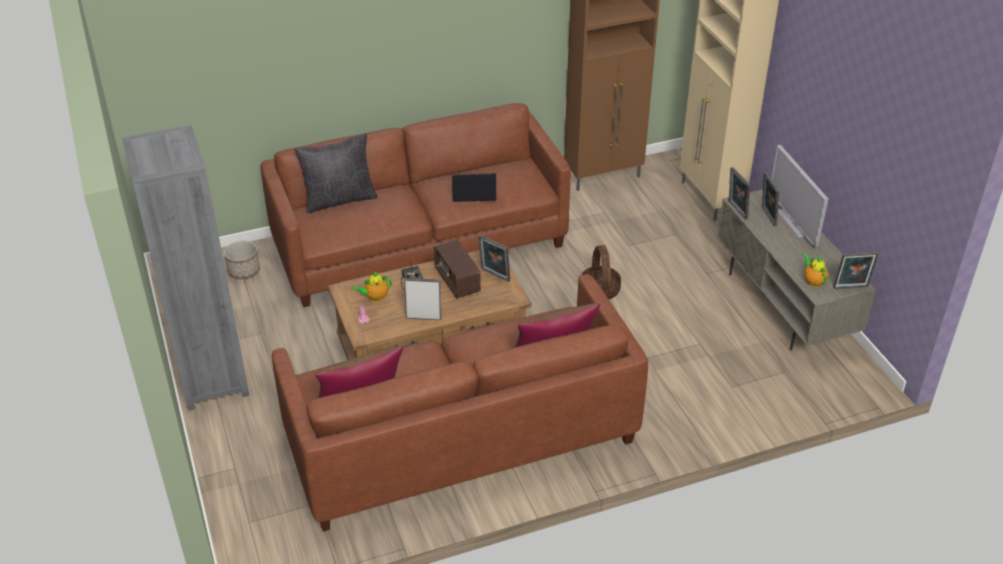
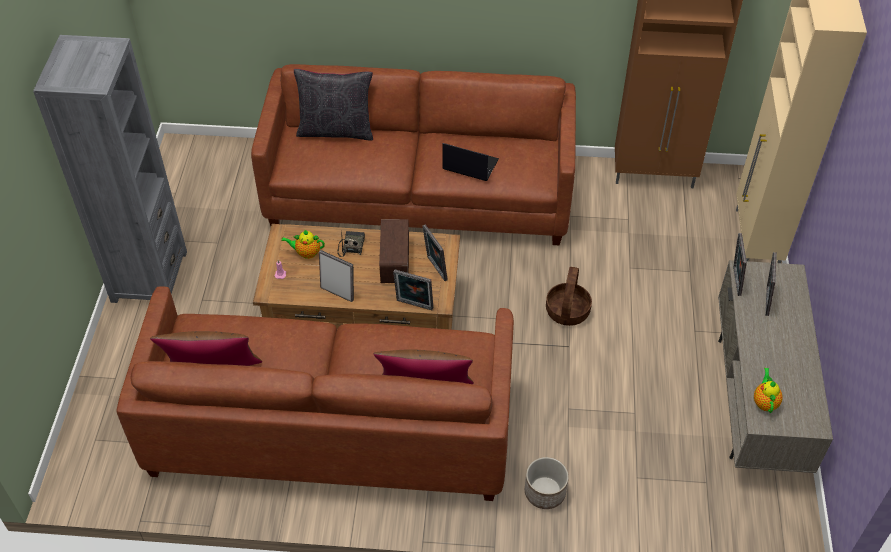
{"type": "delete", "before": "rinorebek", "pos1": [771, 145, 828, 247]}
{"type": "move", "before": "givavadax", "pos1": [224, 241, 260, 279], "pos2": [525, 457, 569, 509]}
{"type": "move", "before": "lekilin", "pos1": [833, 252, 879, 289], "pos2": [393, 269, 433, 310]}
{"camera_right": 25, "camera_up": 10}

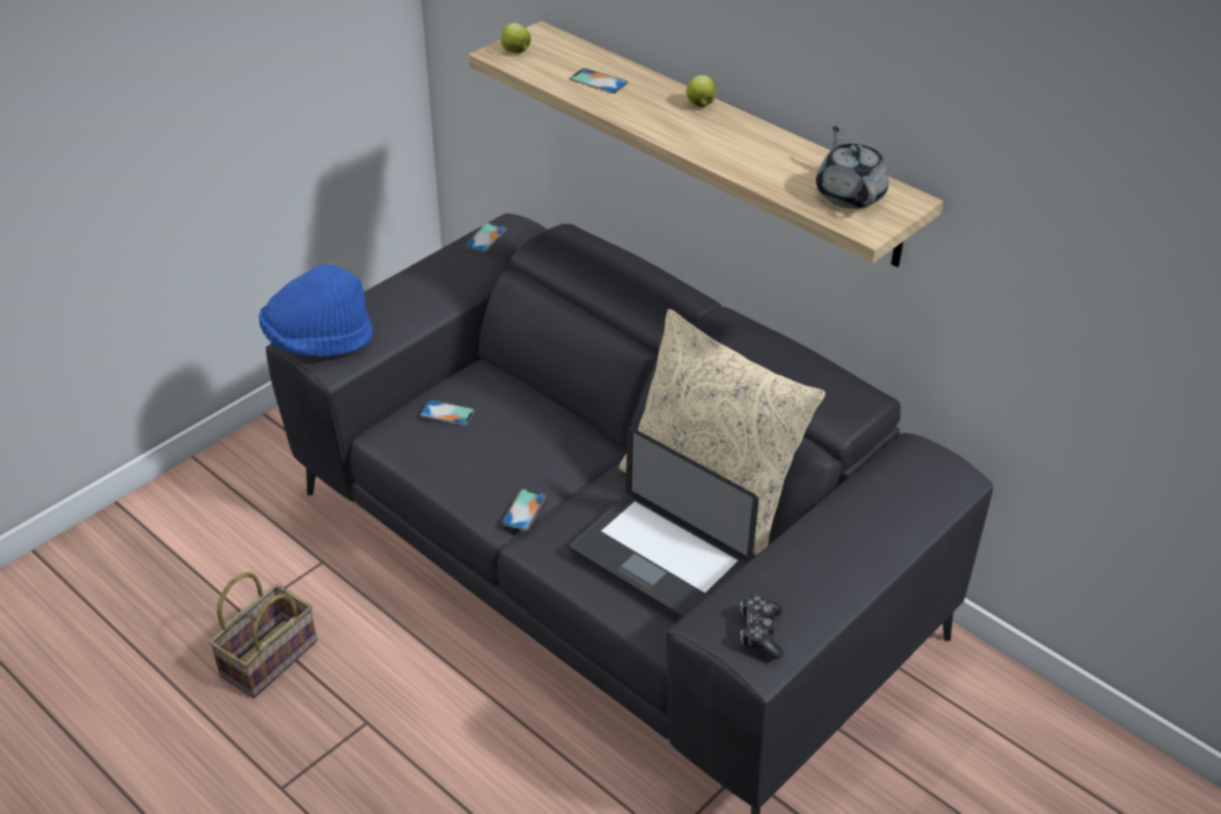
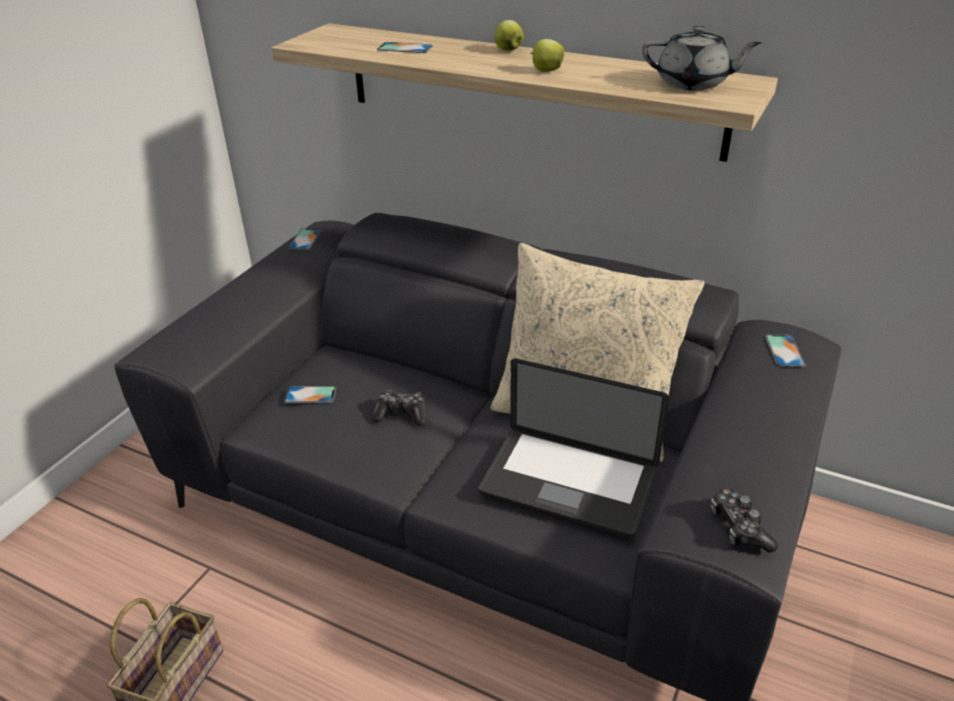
{"type": "delete", "before": "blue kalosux", "pos1": [259, 264, 373, 357]}
{"type": "insert", "after": "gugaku", "pos2": [372, 390, 427, 425]}
{"type": "move", "before": "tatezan", "pos1": [501, 23, 531, 53], "pos2": [531, 39, 565, 72]}
{"type": "move", "before": "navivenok", "pos1": [502, 489, 546, 530], "pos2": [765, 334, 806, 367]}
{"type": "rotate", "before": "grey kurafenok", "pos1": [816, 126, 889, 209], "pos2": [642, 26, 762, 90], "turn": 135}
{"camera_right": -15, "camera_up": -5}

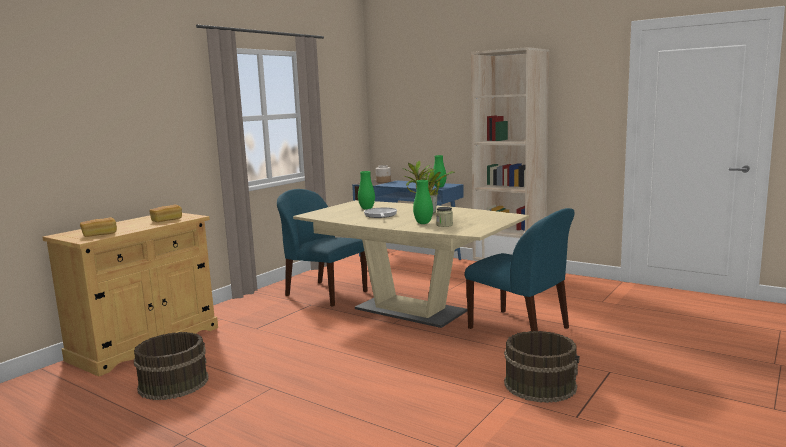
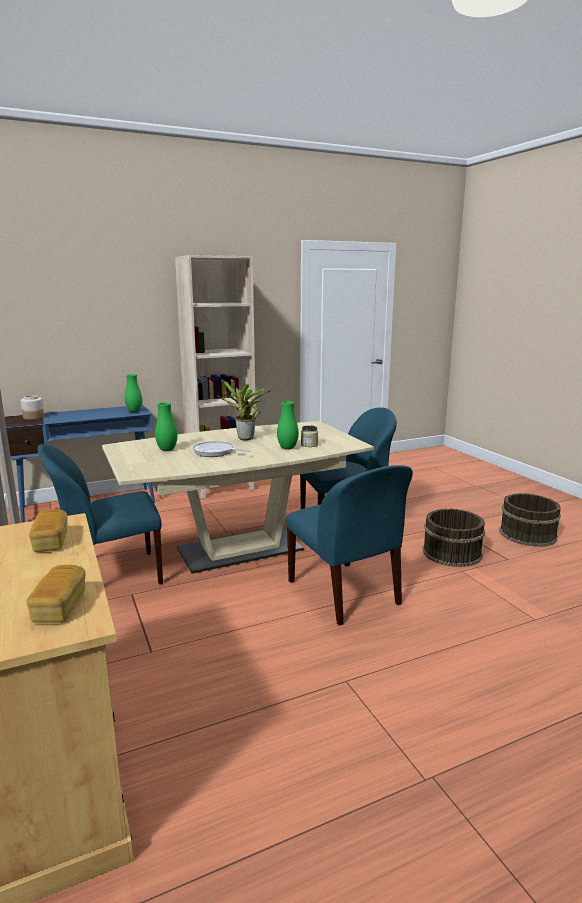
{"type": "insert", "after": "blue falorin", "pos2": [285, 465, 413, 626]}
{"type": "move", "before": "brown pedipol", "pos1": [134, 332, 208, 400], "pos2": [499, 493, 561, 547]}
{"camera_right": -60, "camera_up": 5}

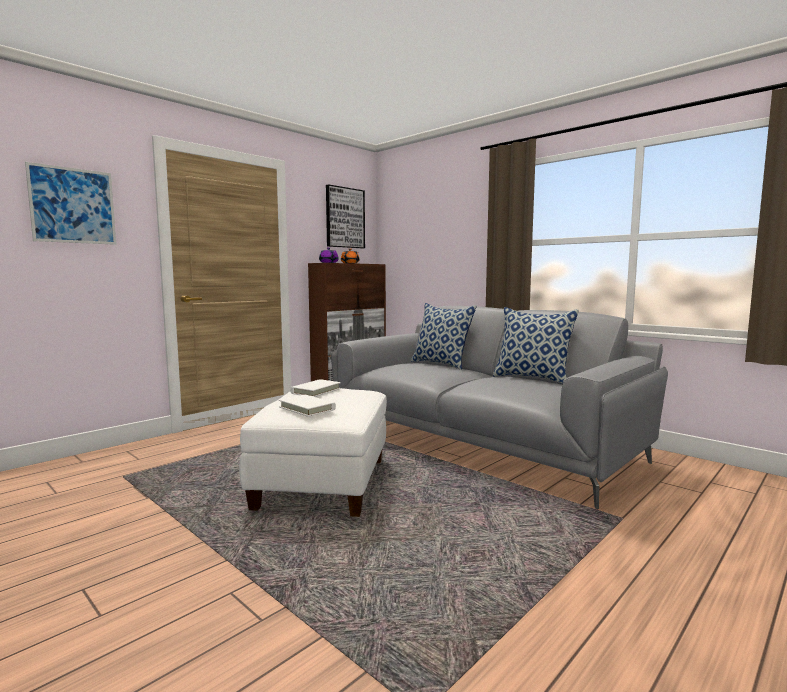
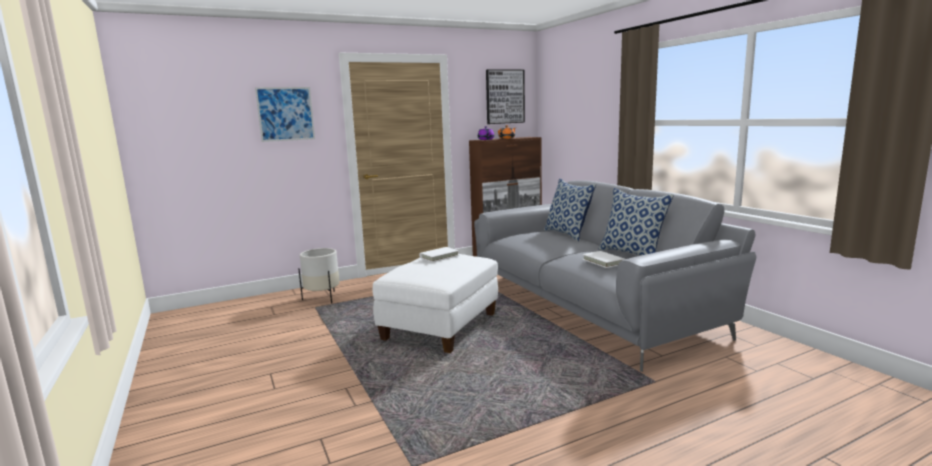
{"type": "insert", "after": "white givavadax", "pos2": [298, 248, 340, 303]}
{"type": "move", "before": "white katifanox", "pos1": [279, 395, 336, 417], "pos2": [582, 251, 625, 268]}
{"camera_right": 20, "camera_up": 5}

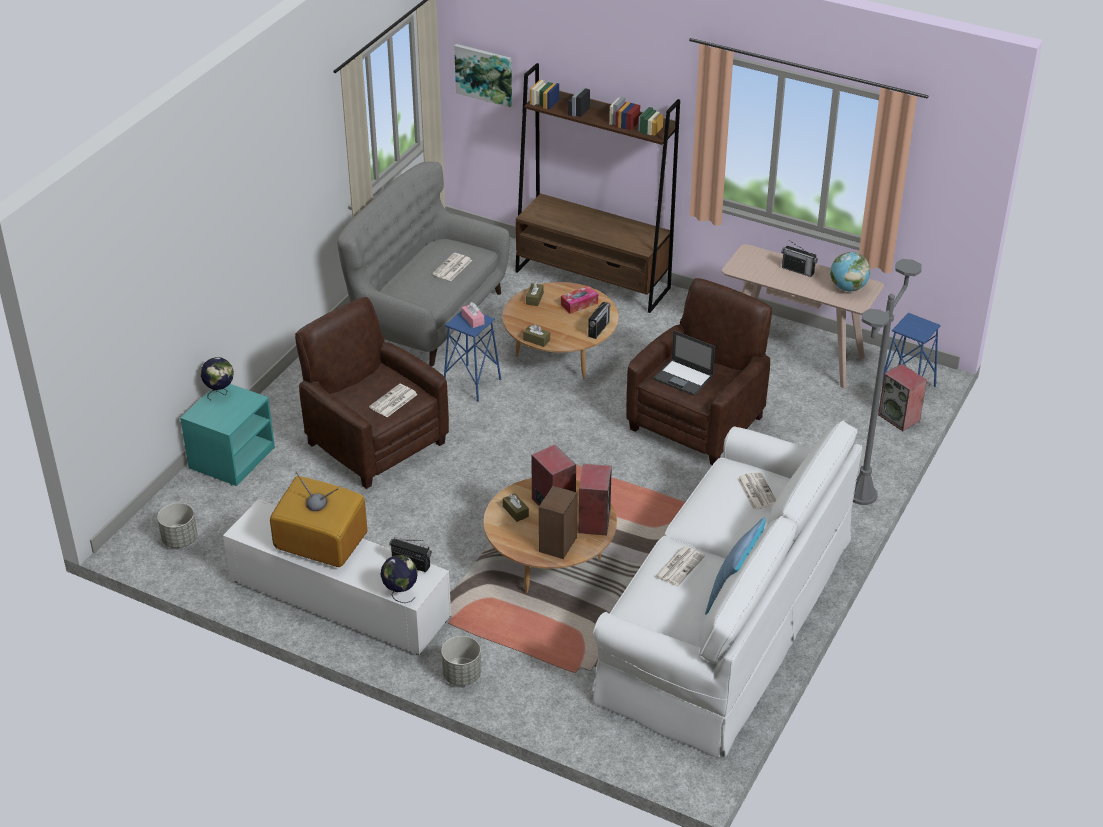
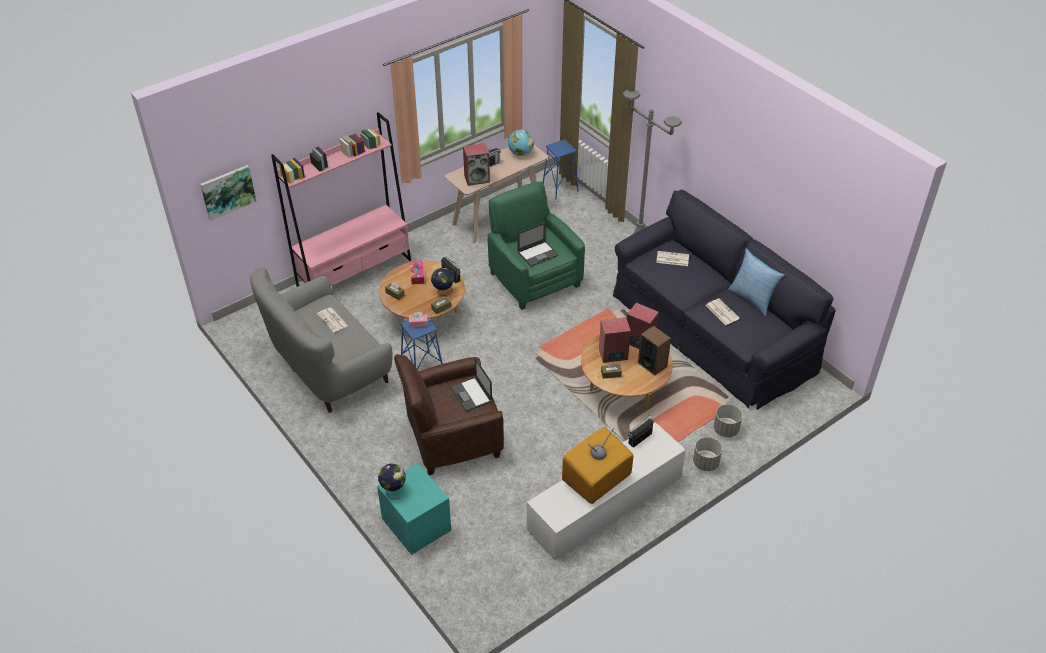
{"type": "move", "before": "grey givavadax", "pos1": [157, 503, 197, 548], "pos2": [714, 404, 743, 437]}
{"type": "move", "before": "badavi", "pos1": [380, 555, 418, 603], "pos2": [431, 268, 454, 296]}
{"type": "move", "before": "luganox", "pos1": [878, 364, 927, 431], "pos2": [463, 143, 490, 186]}
{"type": "replace", "before": "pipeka", "after": "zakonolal", "pos1": [369, 384, 418, 417], "pos2": [450, 358, 493, 412]}
{"type": "recolor", "before": "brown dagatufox", "after": "pink dagatufox", "pos1": [515, 63, 680, 313], "pos2": [271, 112, 411, 287]}
{"type": "recolor", "before": "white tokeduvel", "after": "black tokeduvel", "pos1": [591, 420, 862, 758], "pos2": [613, 190, 835, 410]}
{"type": "recolor", "before": "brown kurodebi", "after": "green kurodebi", "pos1": [626, 278, 772, 465], "pos2": [488, 181, 585, 310]}
{"camera_right": -65, "camera_up": 5}

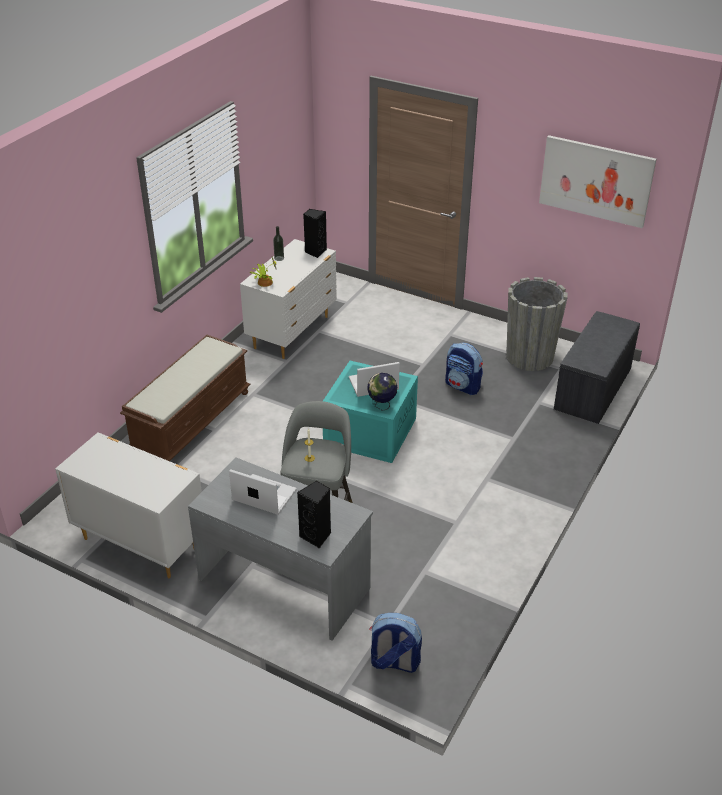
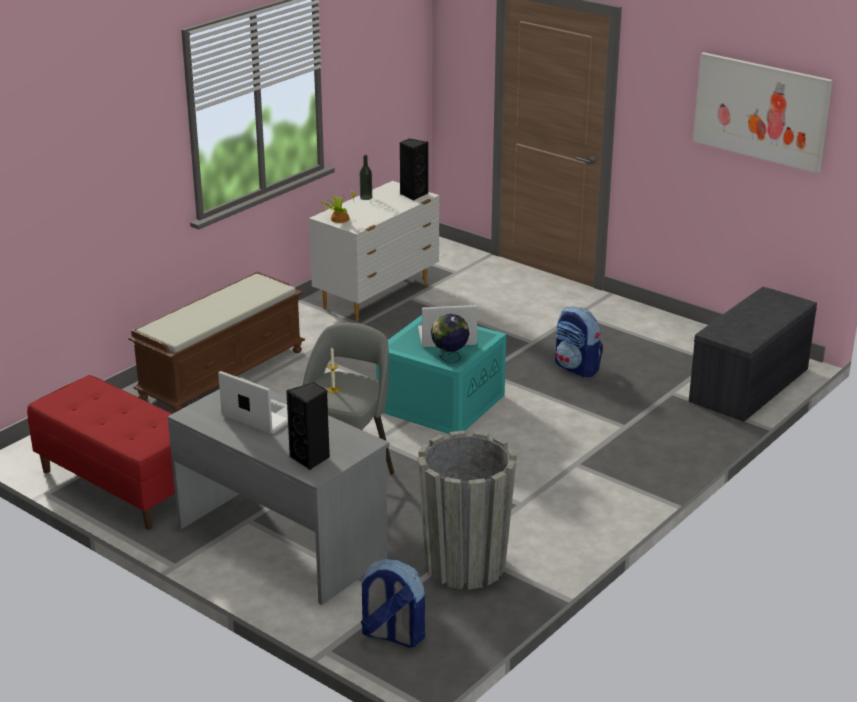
{"type": "move", "before": "grey givavadax", "pos1": [506, 277, 568, 371], "pos2": [417, 431, 517, 590]}
{"type": "replace", "before": "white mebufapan", "after": "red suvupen", "pos1": [55, 432, 202, 579], "pos2": [27, 375, 175, 530]}
{"camera_right": 10, "camera_up": -10}

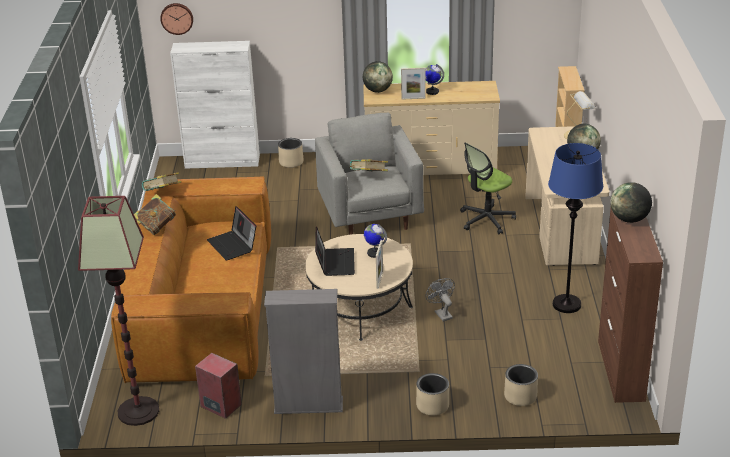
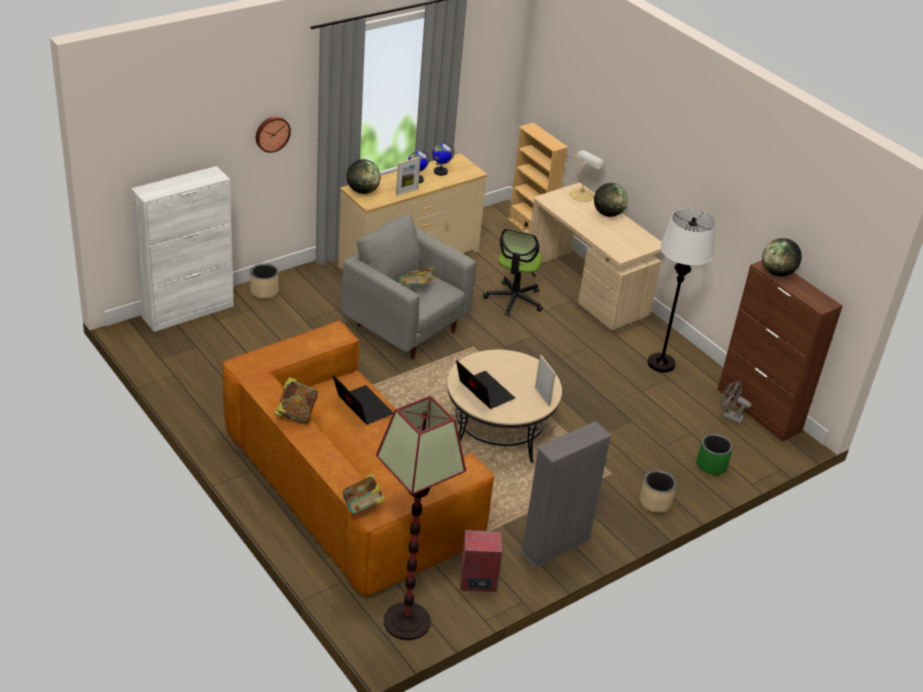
{"type": "move", "before": "katifanox", "pos1": [142, 172, 181, 191], "pos2": [343, 473, 386, 514]}
{"type": "move", "before": "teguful", "pos1": [160, 3, 193, 35], "pos2": [256, 117, 291, 153]}
{"type": "move", "before": "badavi", "pos1": [364, 224, 387, 258], "pos2": [432, 143, 455, 176]}
{"type": "move", "before": "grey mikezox", "pos1": [426, 278, 455, 322], "pos2": [721, 381, 752, 424]}
{"type": "recolor", "before": "beige givavadax", "after": "green givavadax", "pos1": [504, 364, 538, 406], "pos2": [697, 434, 733, 475]}
{"type": "recolor", "before": "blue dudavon", "after": "white dudavon", "pos1": [548, 143, 603, 313], "pos2": [647, 209, 716, 373]}
{"type": "rotate", "before": "zakonolal", "pos1": [207, 206, 256, 261], "pos2": [332, 375, 393, 424], "turn": -150}
{"camera_right": -40, "camera_up": 5}

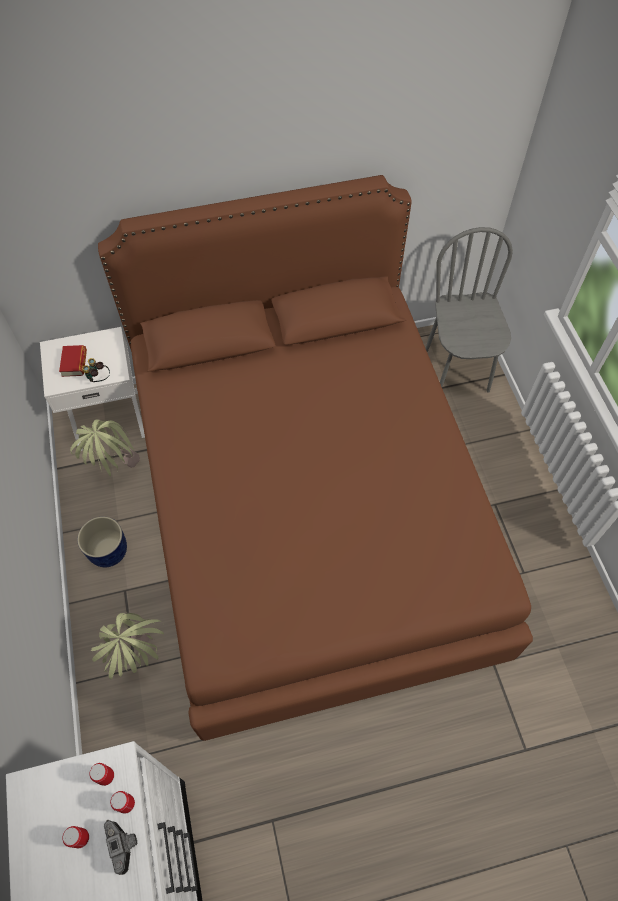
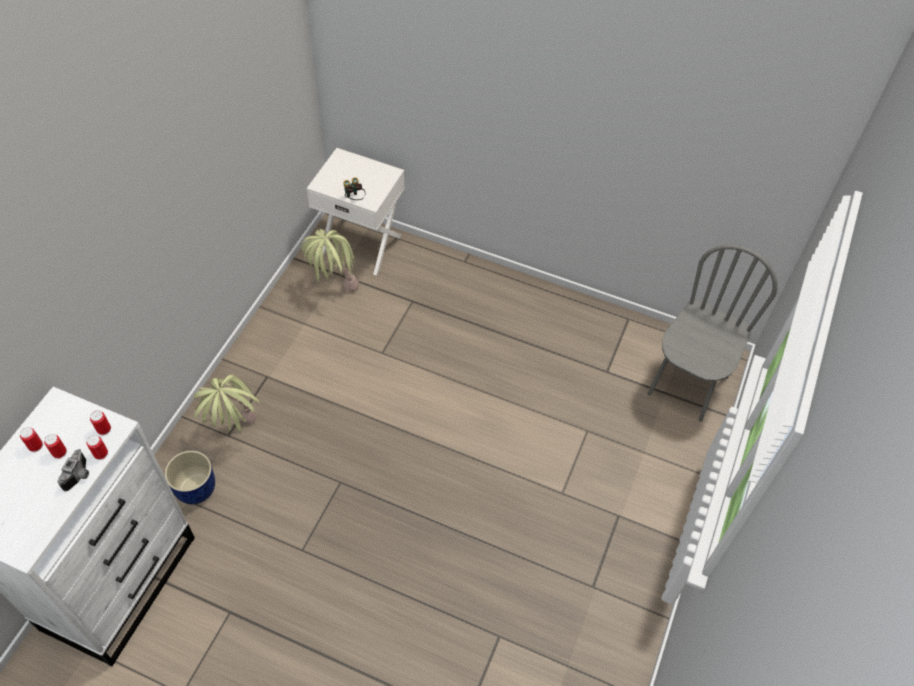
{"type": "delete", "before": "katifanox", "pos1": [59, 345, 87, 377]}
{"type": "delete", "before": "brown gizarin", "pos1": [98, 175, 533, 741]}
{"type": "insert", "after": "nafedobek", "pos2": [20, 427, 43, 452]}
{"type": "move", "before": "blue givavadax", "pos1": [77, 517, 127, 567], "pos2": [165, 451, 215, 504]}
{"camera_right": 35, "camera_up": -5}

